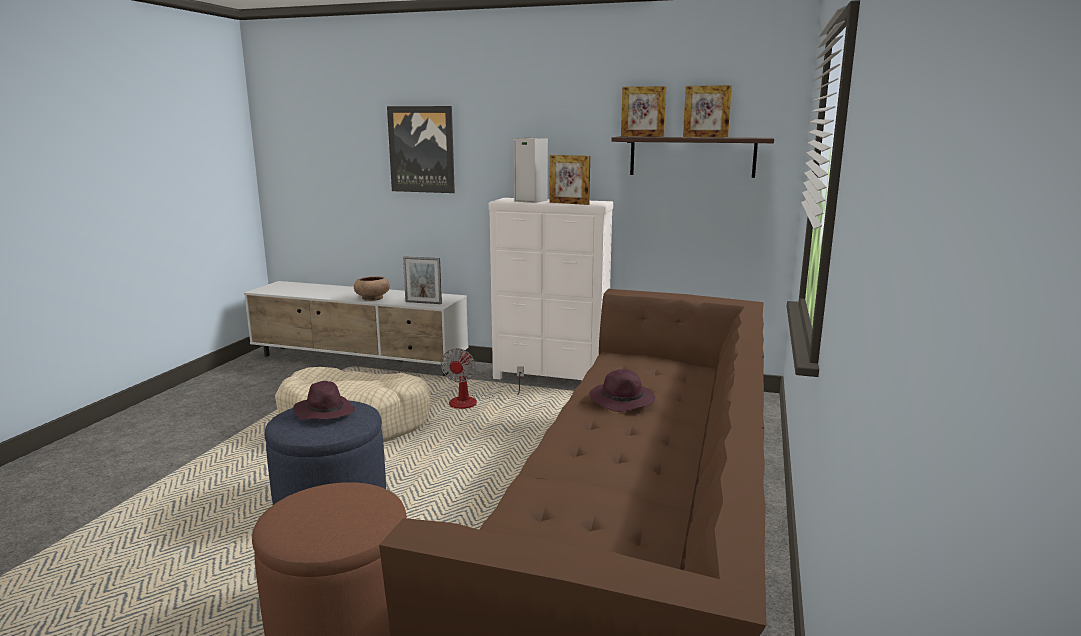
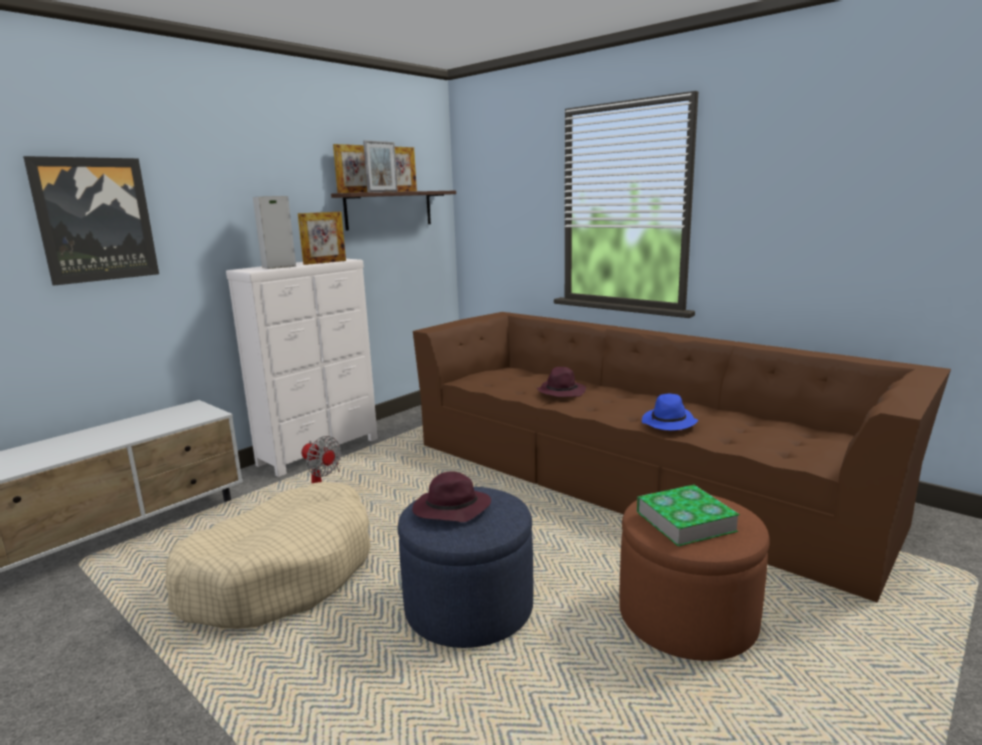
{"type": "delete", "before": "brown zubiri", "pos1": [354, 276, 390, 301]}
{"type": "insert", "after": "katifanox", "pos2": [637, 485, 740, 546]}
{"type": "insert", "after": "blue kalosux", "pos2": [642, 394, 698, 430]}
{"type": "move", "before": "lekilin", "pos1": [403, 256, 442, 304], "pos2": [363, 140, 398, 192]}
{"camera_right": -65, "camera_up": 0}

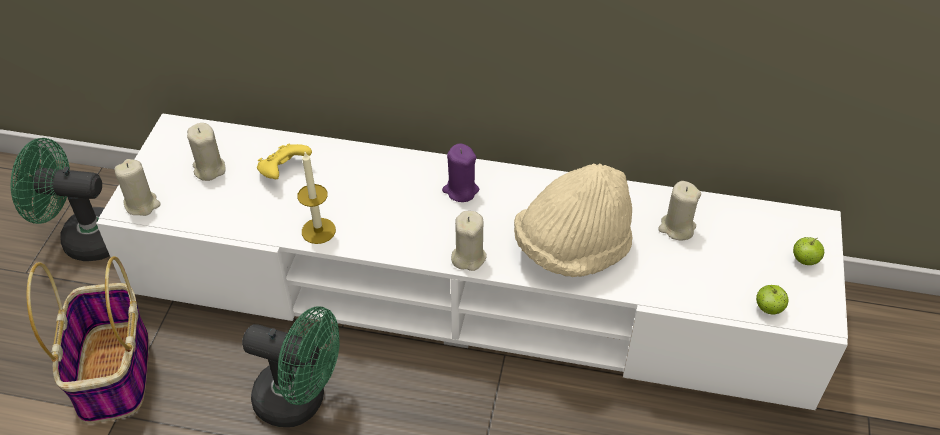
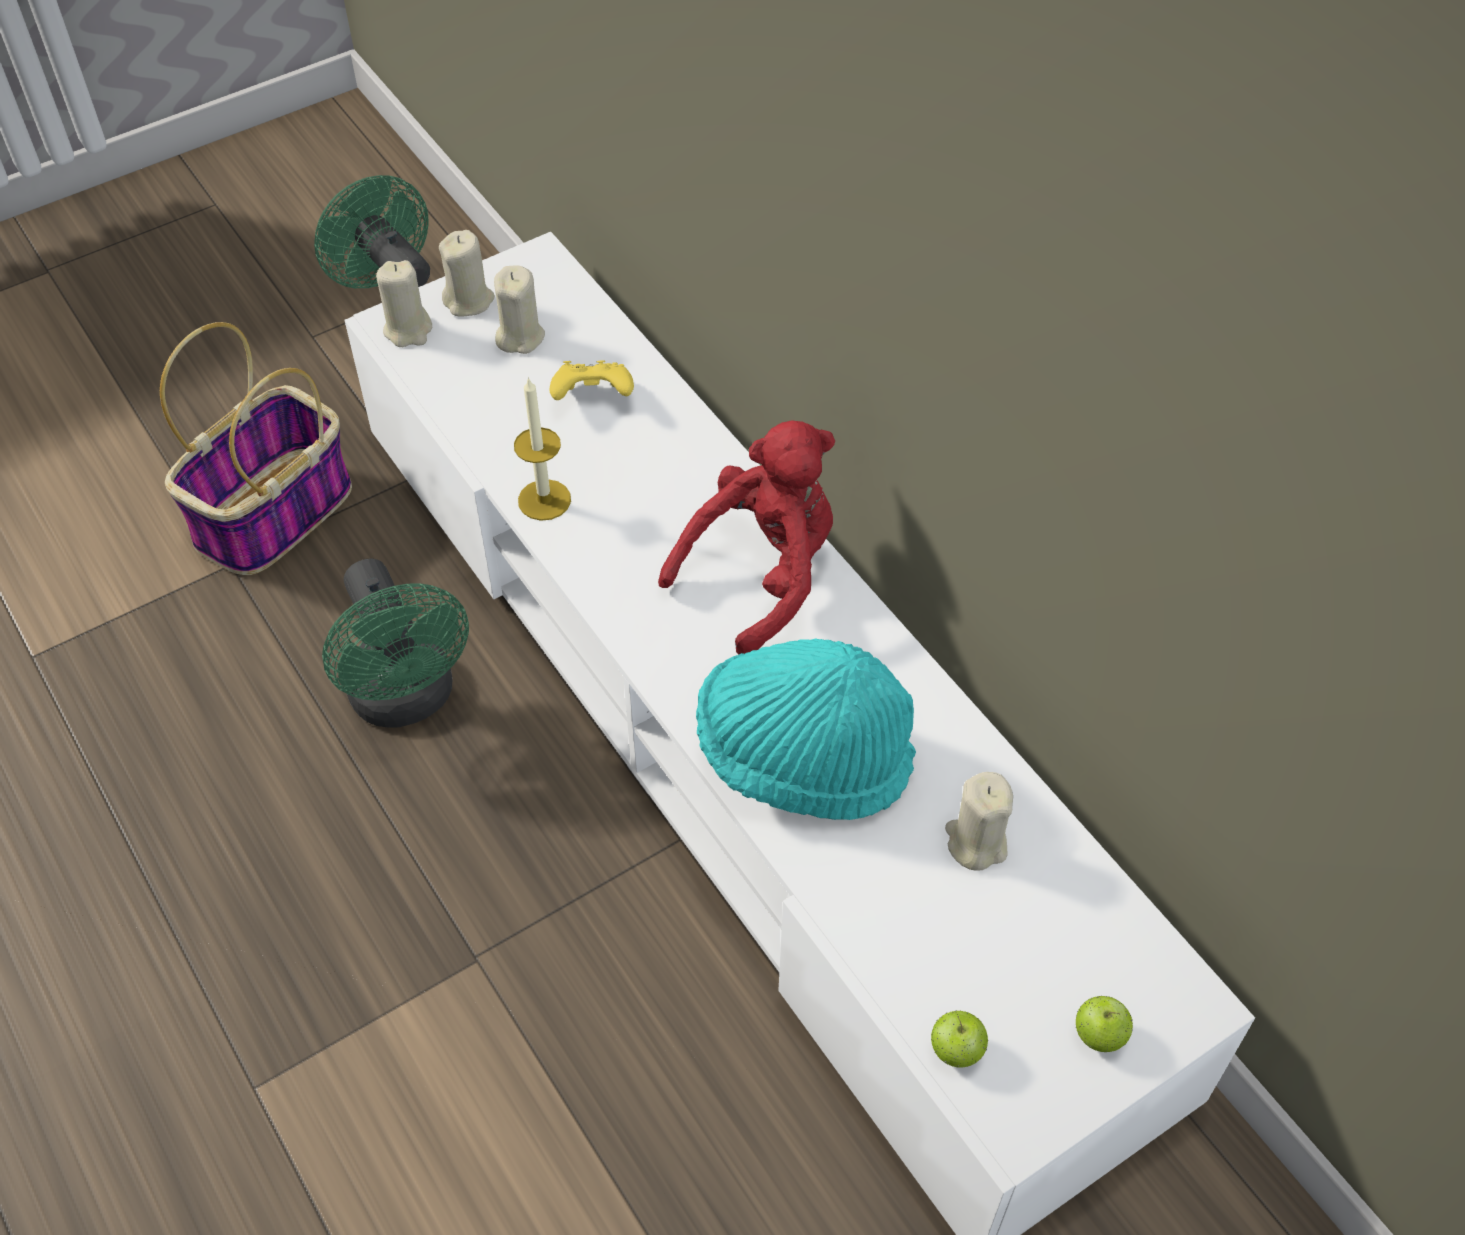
{"type": "move", "before": "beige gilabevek", "pos1": [451, 211, 487, 271], "pos2": [439, 230, 495, 317]}
{"type": "replace", "before": "purple gilabevek", "after": "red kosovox", "pos1": [442, 143, 479, 202], "pos2": [658, 420, 835, 654]}
{"type": "recolor", "before": "beige kalosux", "after": "turquoise kalosux", "pos1": [514, 163, 632, 277], "pos2": [696, 639, 916, 820]}
{"camera_right": 45, "camera_up": 5}

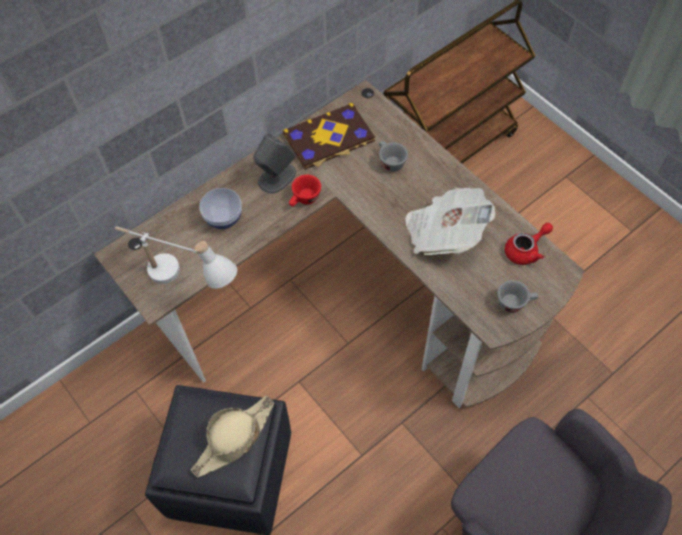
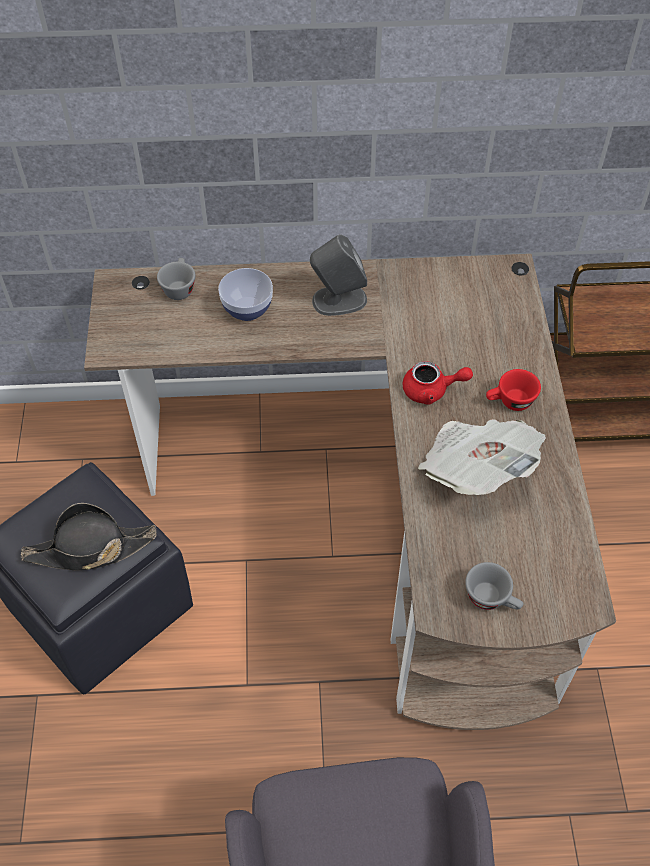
{"type": "delete", "before": "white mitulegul", "pos1": [115, 226, 237, 289]}
{"type": "delete", "before": "katifanox", "pos1": [283, 103, 375, 170]}
{"type": "move", "before": "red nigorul", "pos1": [289, 174, 321, 206], "pos2": [486, 369, 541, 411]}
{"type": "move", "before": "grey nigorul", "pos1": [379, 141, 408, 172], "pos2": [157, 258, 195, 300]}
{"type": "move", "before": "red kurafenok", "pos1": [505, 223, 553, 265], "pos2": [403, 361, 473, 405]}
{"type": "recolor", "before": "beige kalosux", "after": "black kalosux", "pos1": [191, 395, 274, 477], "pos2": [21, 503, 157, 571]}
{"camera_right": 35, "camera_up": -5}

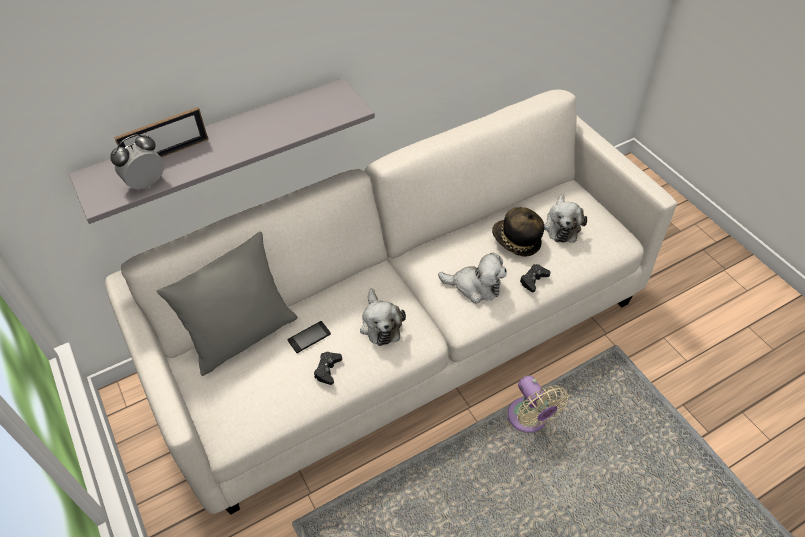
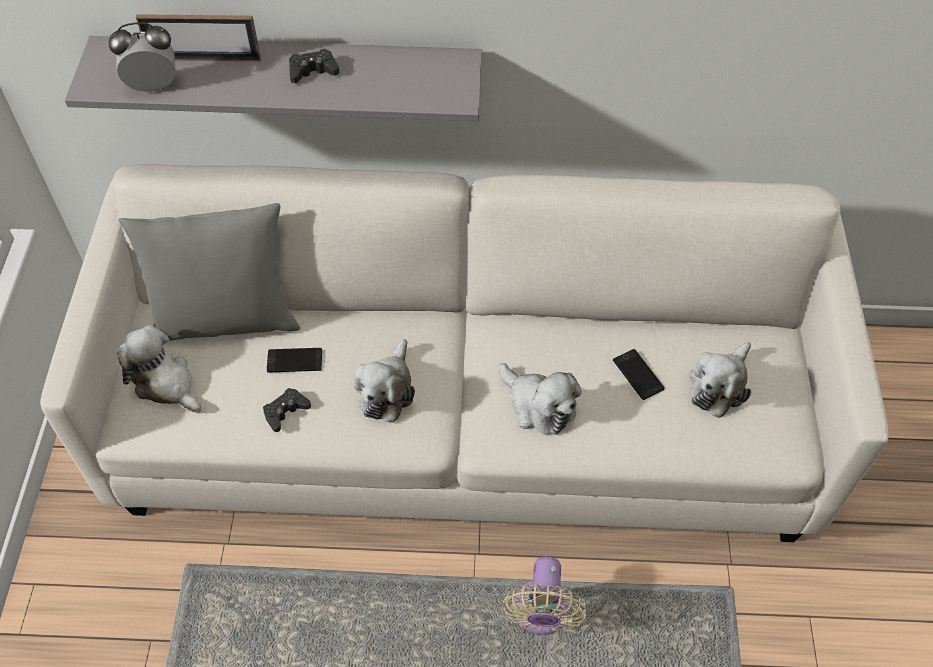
{"type": "insert", "after": "kosovox", "pos2": [117, 325, 201, 413]}
{"type": "move", "before": "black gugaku", "pos1": [520, 264, 550, 292], "pos2": [289, 49, 339, 83]}
{"type": "replace", "before": "kalosux", "after": "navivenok", "pos1": [492, 207, 544, 257], "pos2": [613, 349, 665, 400]}
{"camera_right": 30, "camera_up": 5}

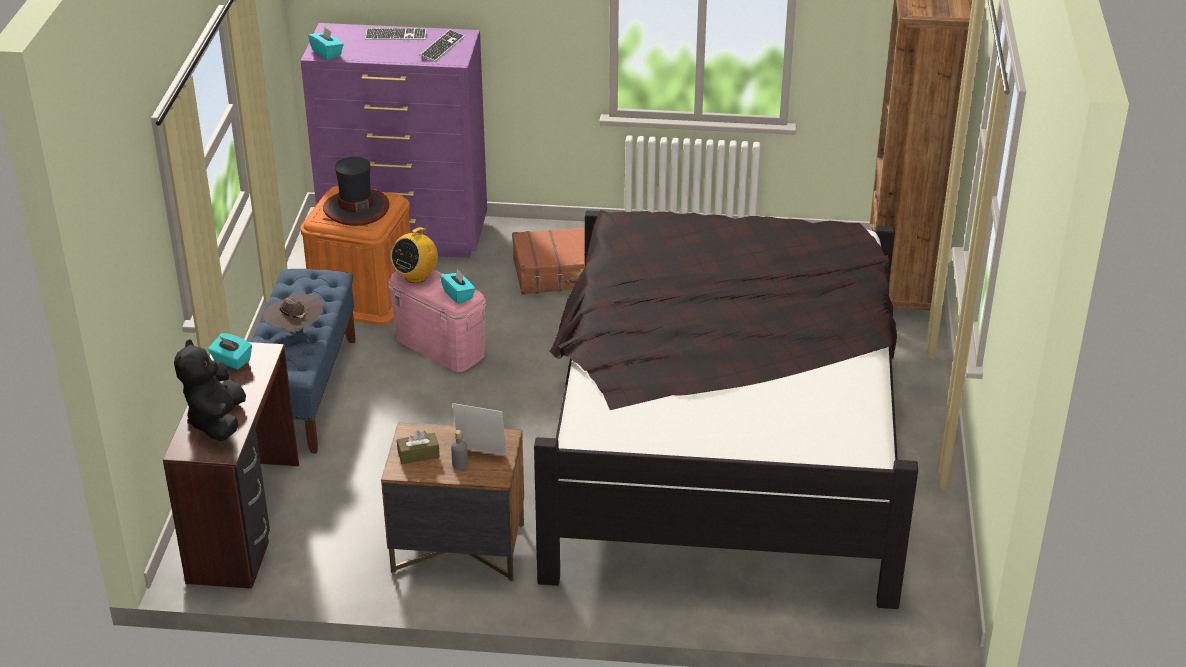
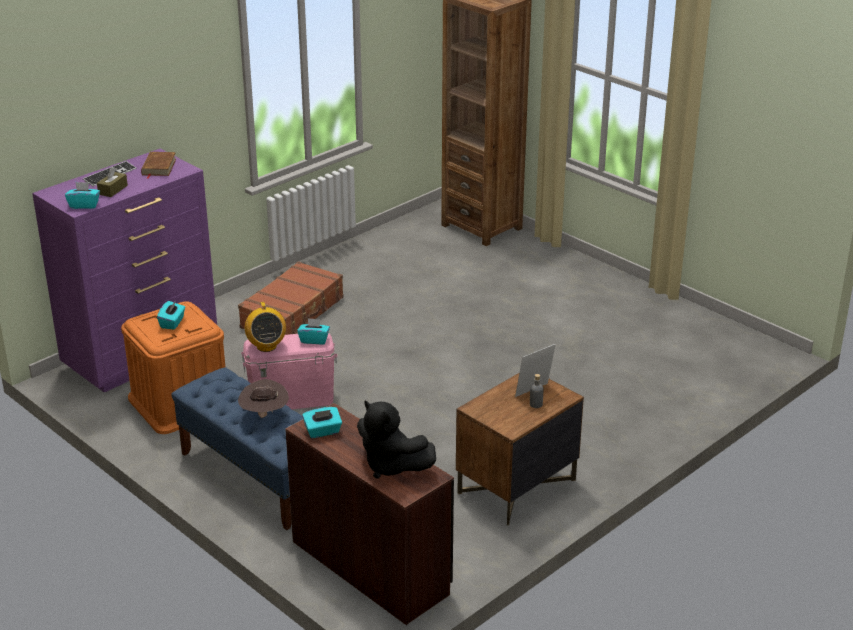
{"type": "delete", "before": "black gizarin", "pos1": [534, 210, 918, 609]}
{"type": "move", "before": "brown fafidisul", "pos1": [397, 430, 440, 464], "pos2": [97, 167, 128, 197]}
{"type": "replace", "before": "kalosux", "after": "turquoise fafidisul", "pos1": [323, 157, 389, 226], "pos2": [157, 301, 185, 330]}
{"type": "replace", "before": "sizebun", "after": "brown katifanox", "pos1": [420, 30, 465, 62], "pos2": [141, 152, 176, 179]}
{"camera_right": -50, "camera_up": -5}

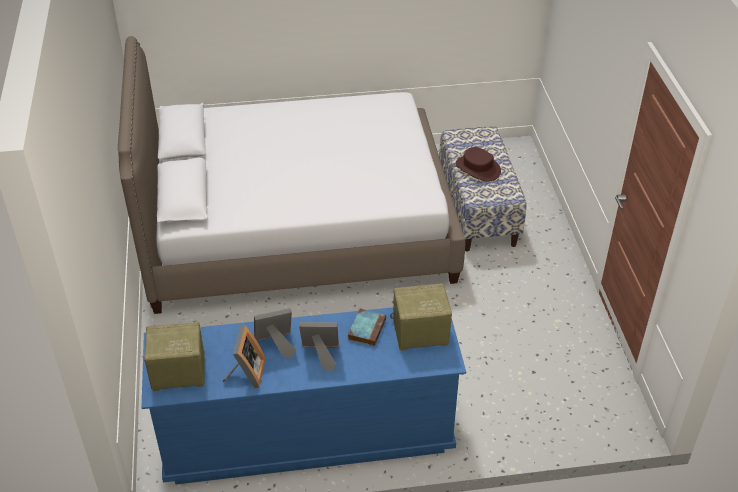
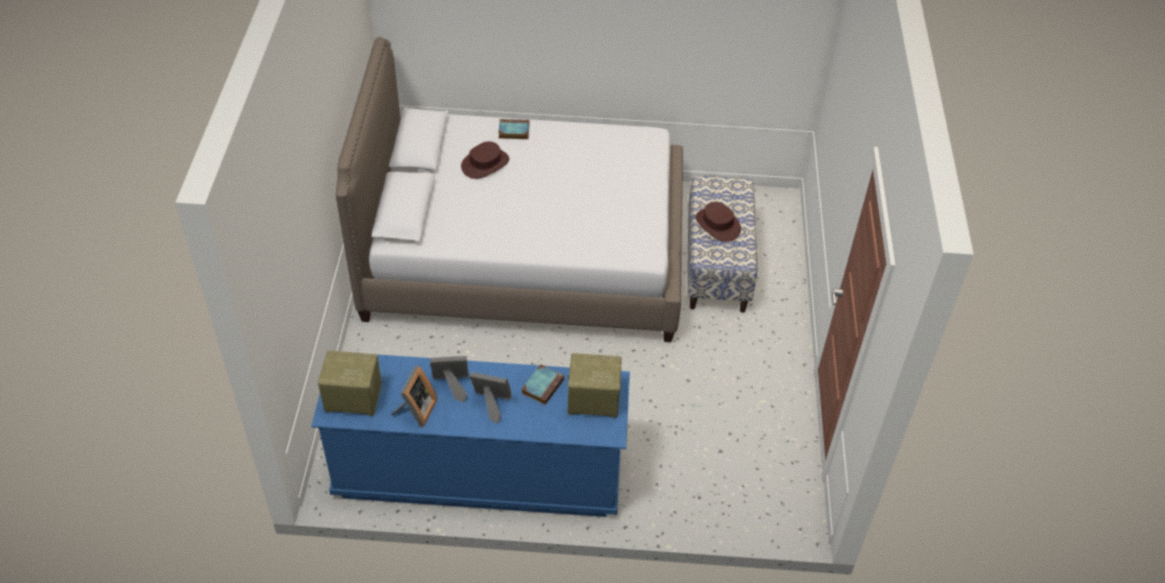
{"type": "insert", "after": "brown kalosux", "pos2": [461, 141, 509, 179]}
{"type": "insert", "after": "katifanox", "pos2": [498, 119, 529, 139]}
{"camera_right": 10, "camera_up": 5}

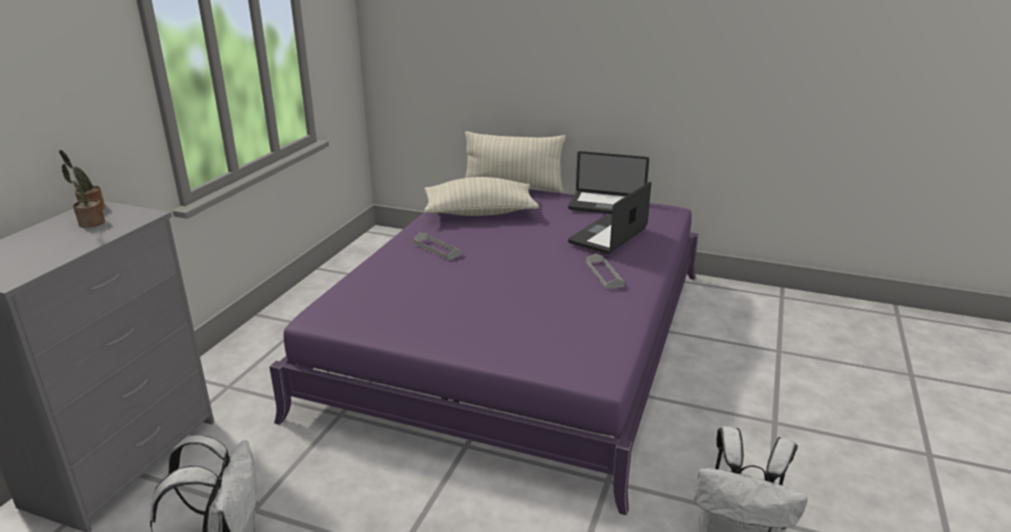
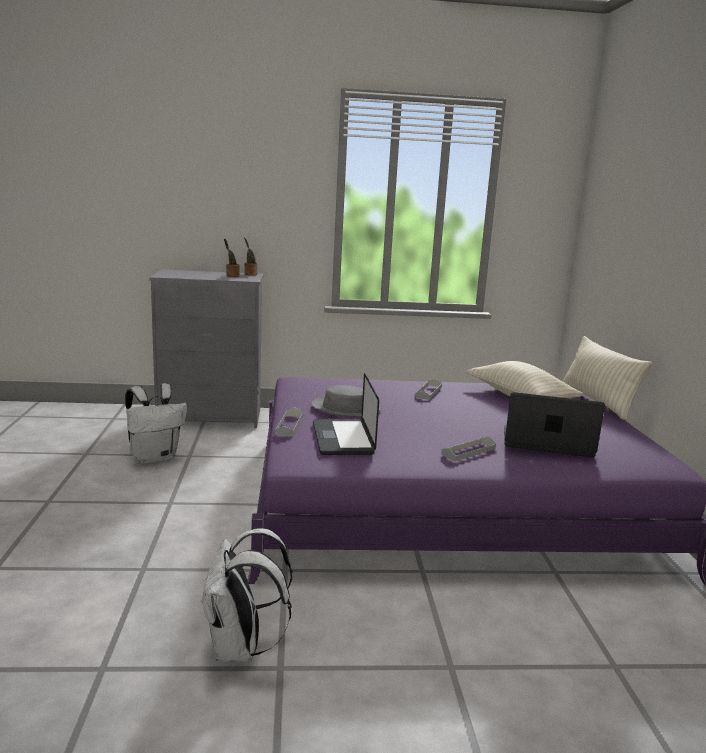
{"type": "insert", "after": "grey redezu", "pos2": [275, 407, 303, 437]}
{"type": "insert", "after": "grey kalosux", "pos2": [312, 385, 381, 417]}
{"type": "move", "before": "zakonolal", "pos1": [568, 151, 649, 214], "pos2": [313, 373, 379, 455]}
{"camera_right": 65, "camera_up": -10}

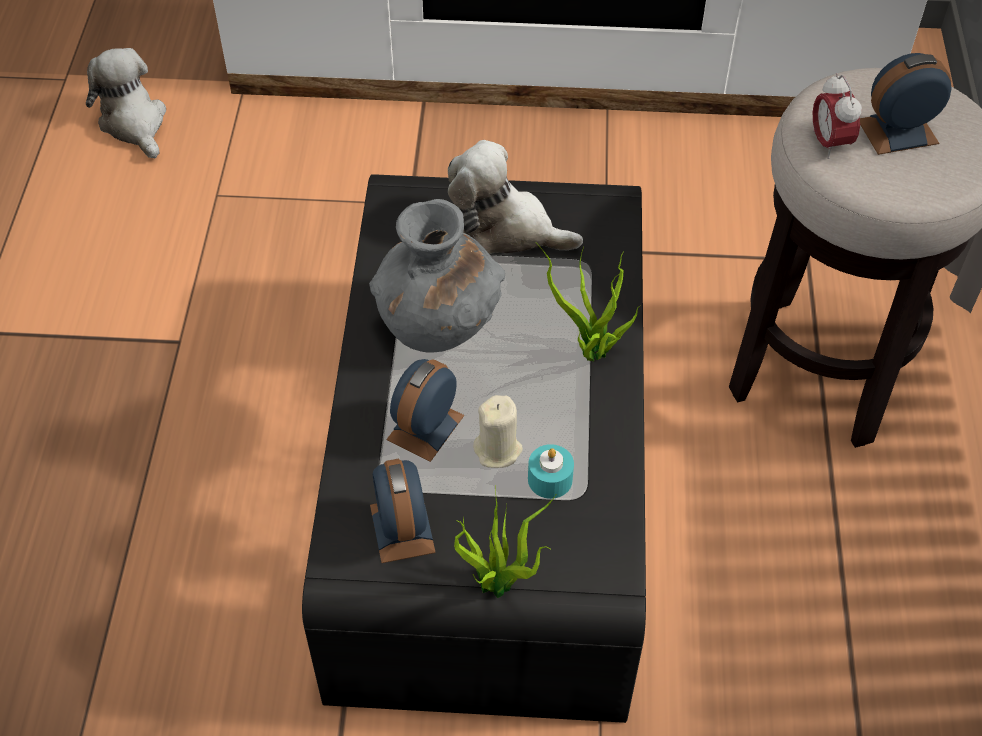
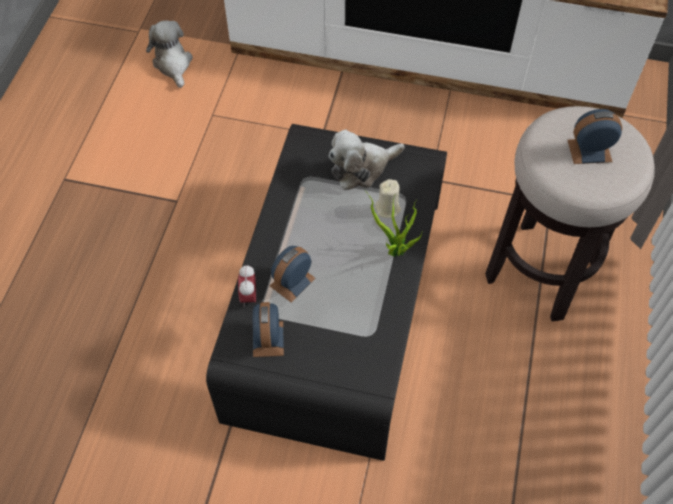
{"type": "delete", "before": "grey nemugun", "pos1": [369, 199, 505, 353]}
{"type": "delete", "before": "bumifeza", "pos1": [454, 485, 556, 598]}
{"type": "delete", "before": "turquoise gilabevek", "pos1": [528, 444, 574, 499]}
{"type": "move", "before": "beige gilabevek", "pos1": [473, 395, 523, 468], "pos2": [375, 179, 401, 218]}
{"type": "move", "before": "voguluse", "pos1": [813, 73, 862, 159], "pos2": [238, 265, 256, 307]}
{"type": "rotate", "before": "kosovox", "pos1": [448, 140, 583, 254], "pos2": [328, 130, 405, 190], "turn": -60}
{"camera_right": 10, "camera_up": 5}

